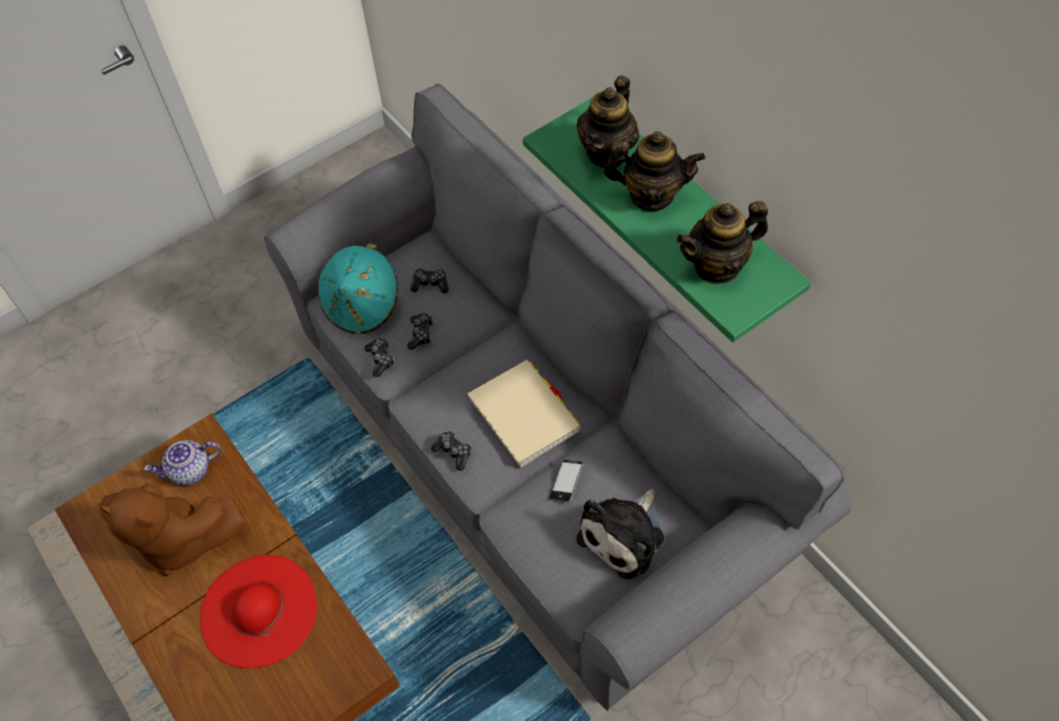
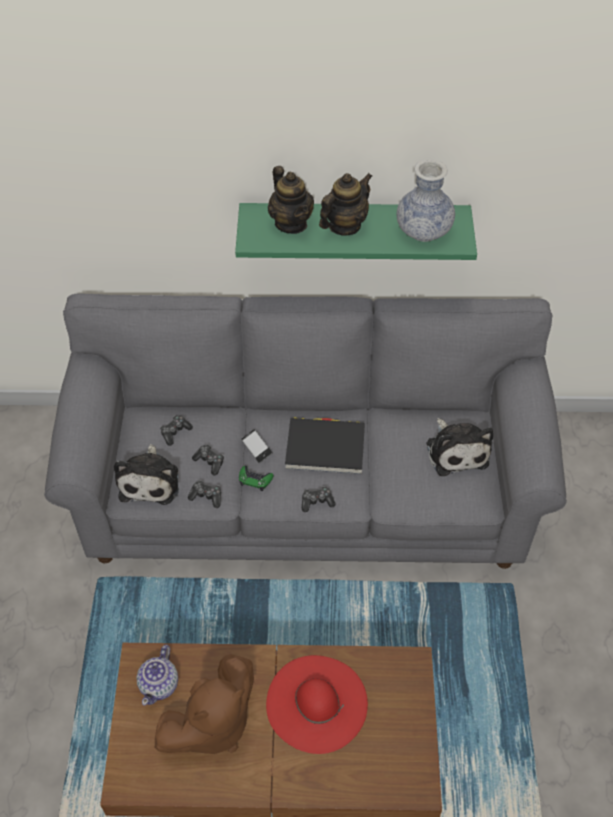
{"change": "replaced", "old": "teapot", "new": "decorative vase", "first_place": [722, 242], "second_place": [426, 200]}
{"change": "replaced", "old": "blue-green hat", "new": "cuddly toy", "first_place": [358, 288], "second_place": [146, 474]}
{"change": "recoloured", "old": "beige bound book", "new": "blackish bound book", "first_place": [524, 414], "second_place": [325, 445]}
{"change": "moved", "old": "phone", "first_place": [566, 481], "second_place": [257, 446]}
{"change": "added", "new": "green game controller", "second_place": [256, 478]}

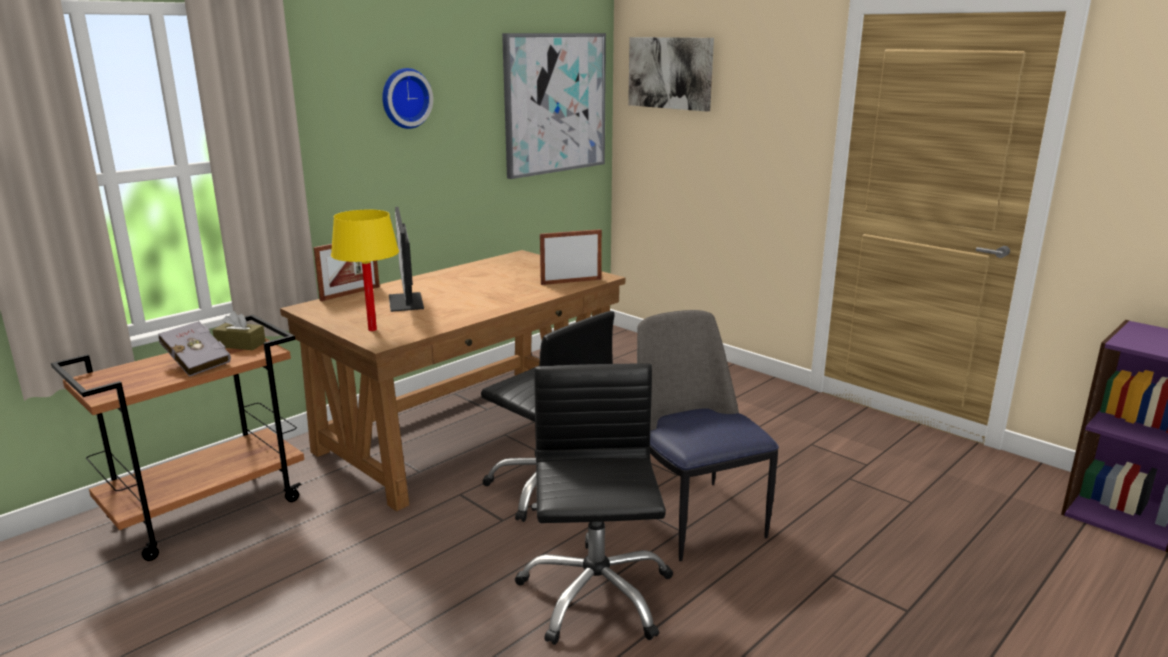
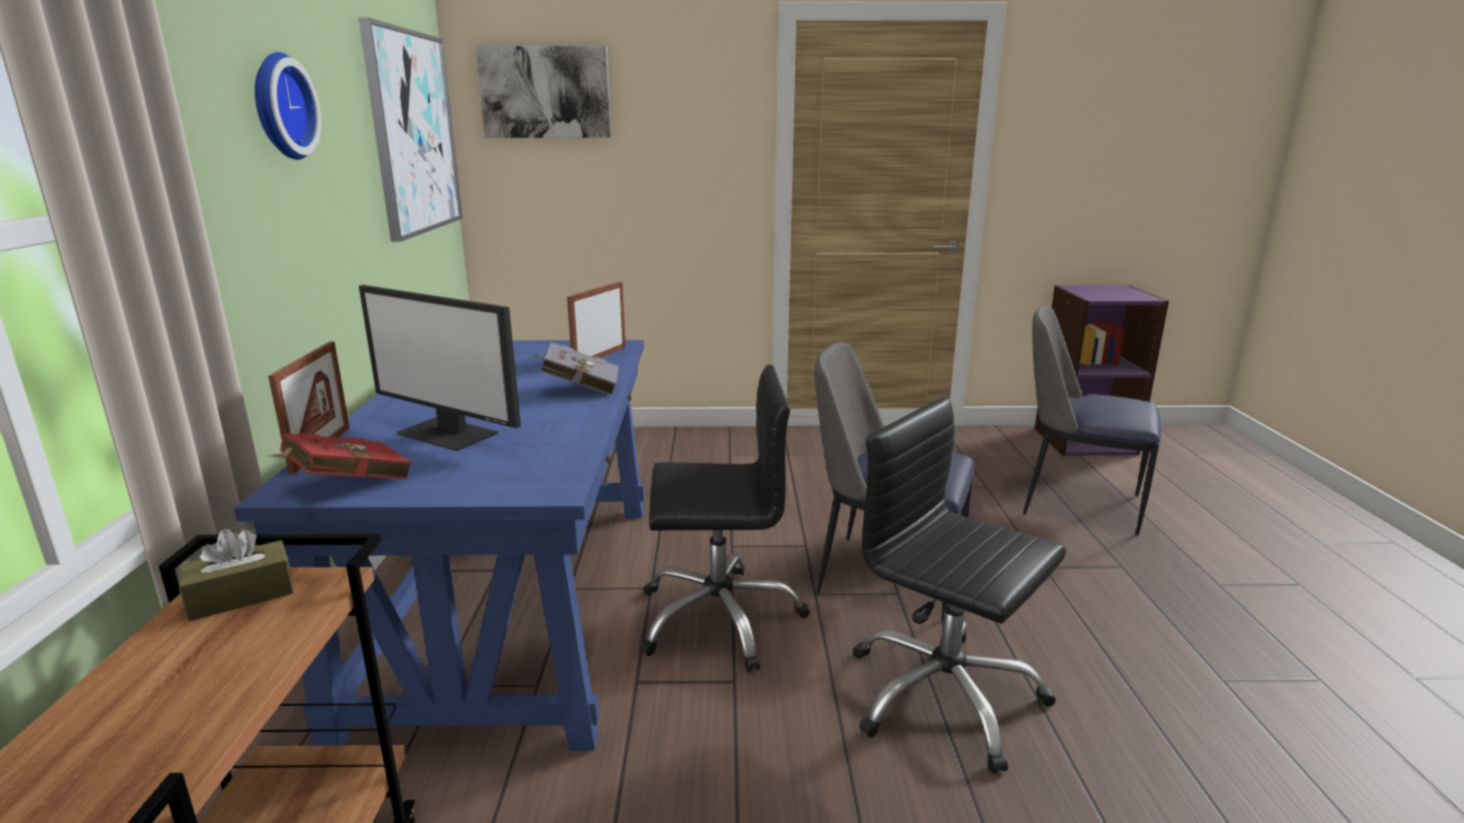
{"change": "removed", "old": "yellowish table lamp", "first_place": [365, 270]}
{"change": "recoloured", "old": "brownish desk unit", "new": "bluish desk unit", "first_place": [452, 380], "second_place": [439, 545]}
{"change": "moved", "old": "gray bound book", "first_place": [194, 349], "second_place": [575, 369]}
{"change": "added", "new": "upright chair", "second_place": [1092, 421]}
{"change": "added", "new": "red bound book", "second_place": [341, 456]}

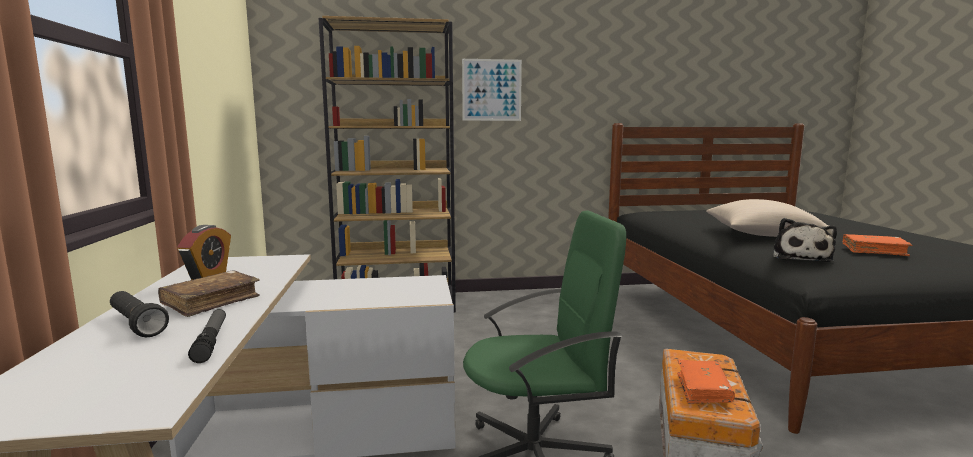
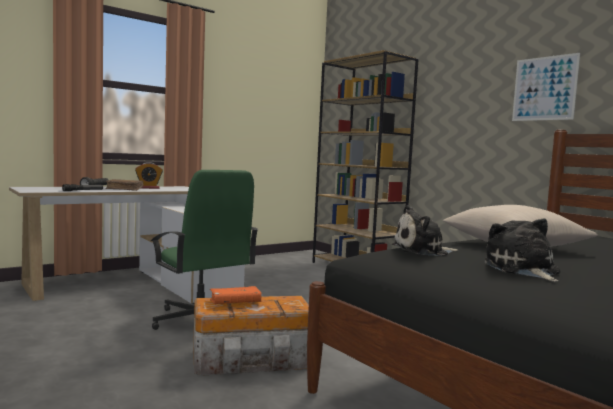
{"change": "moved", "old": "picture", "first_place": [492, 90], "second_place": [546, 87]}
{"change": "replaced", "old": "orangey bound book", "new": "cuddly toy", "first_place": [877, 245], "second_place": [522, 250]}

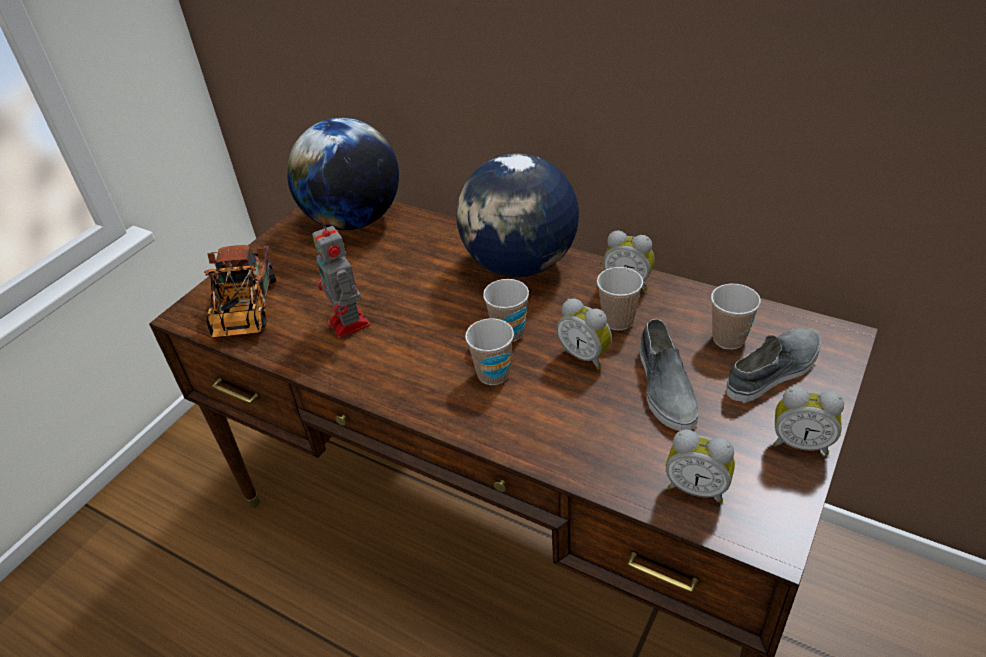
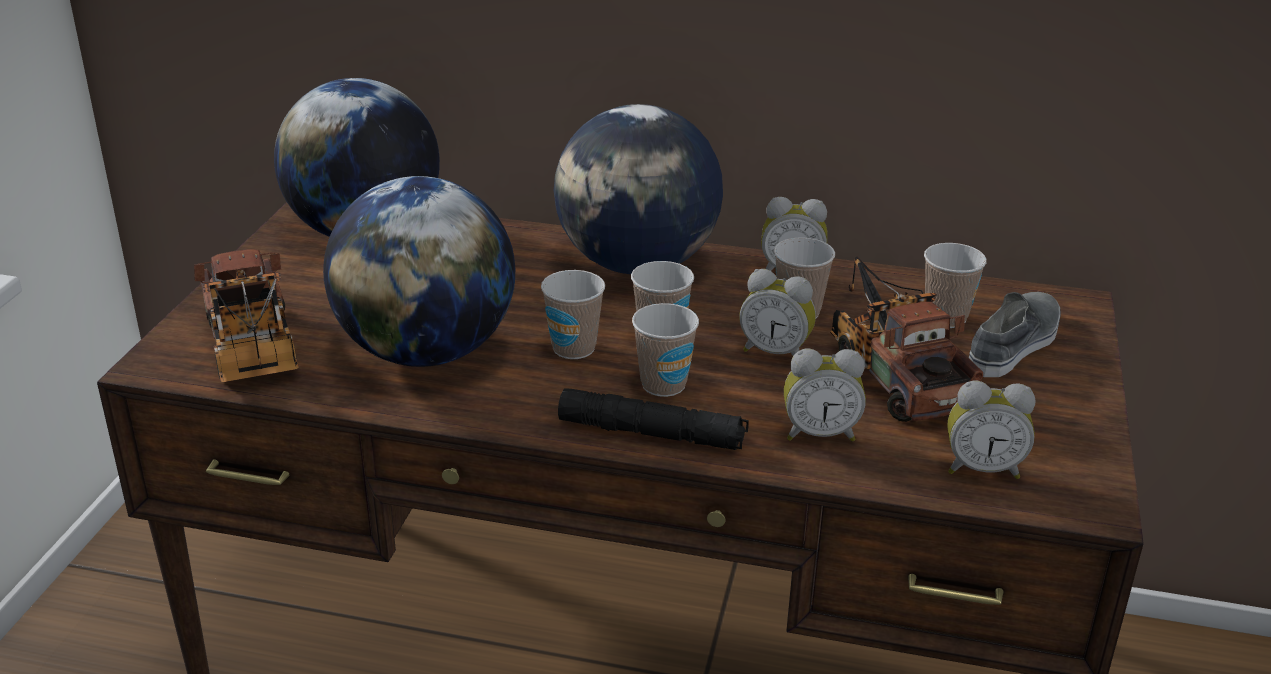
{"change": "replaced", "old": "toy robot", "new": "desk globe", "first_place": [341, 279], "second_place": [419, 271]}
{"change": "replaced", "old": "gray shoe", "new": "toy lorry", "first_place": [669, 375], "second_place": [906, 339]}
{"change": "moved", "old": "table clock", "first_place": [808, 420], "second_place": [825, 395]}
{"change": "added", "new": "small cup", "second_place": [573, 314]}
{"change": "added", "new": "blackish hand torch", "second_place": [653, 419]}

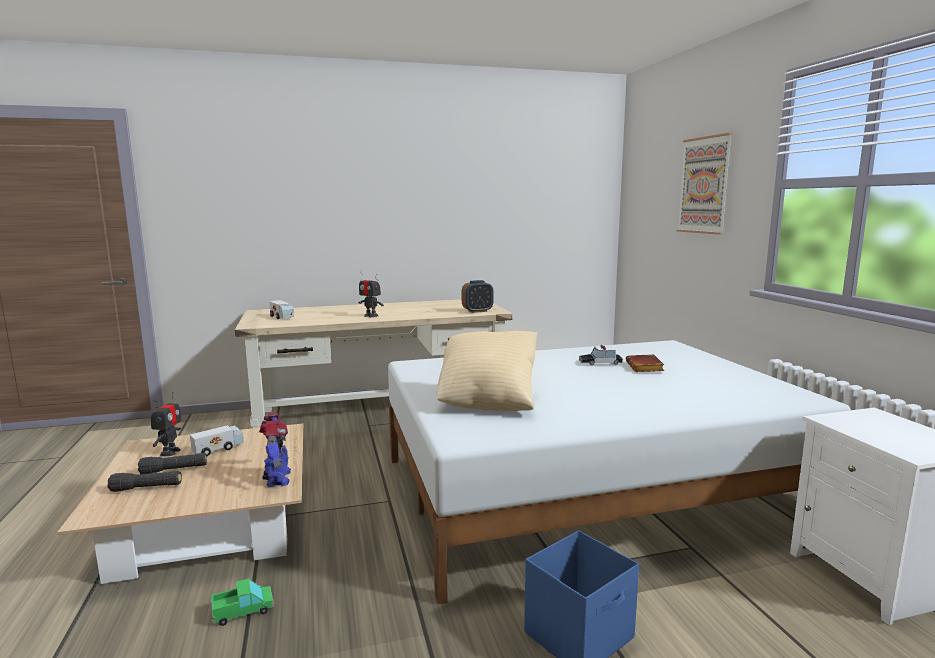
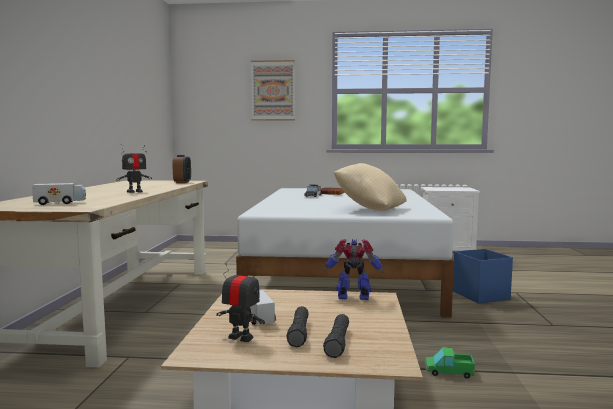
{"change": "turned", "old": "toy lorry", "first_place": [242, 602], "second_place": [450, 363], "degrees": -75}

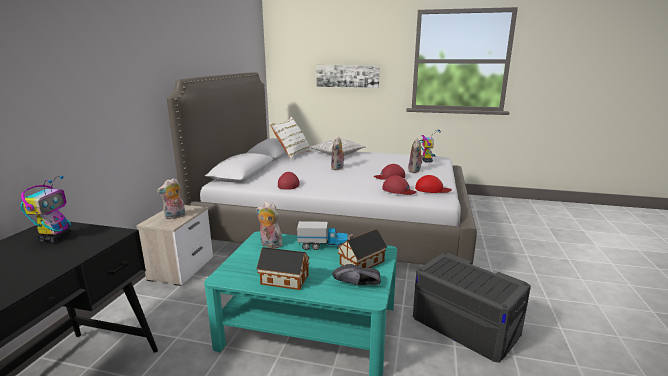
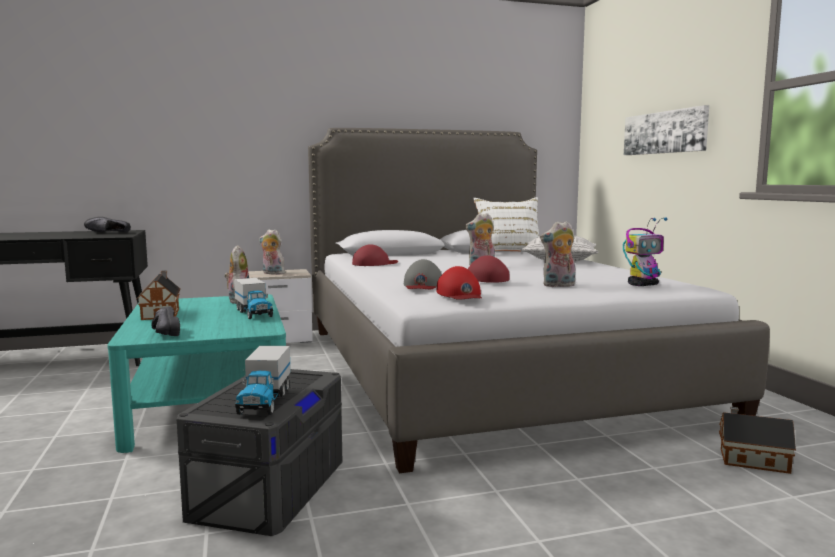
{"change": "recoloured", "old": "red baseball cap", "new": "gray baseball cap", "first_place": [399, 185], "second_place": [423, 274]}
{"change": "replaced", "old": "toy robot", "new": "blackish shoe", "first_place": [45, 209], "second_place": [107, 224]}
{"change": "moved", "old": "miniature house", "first_place": [362, 249], "second_place": [757, 440]}
{"change": "added", "new": "toy lorry", "second_place": [263, 380]}

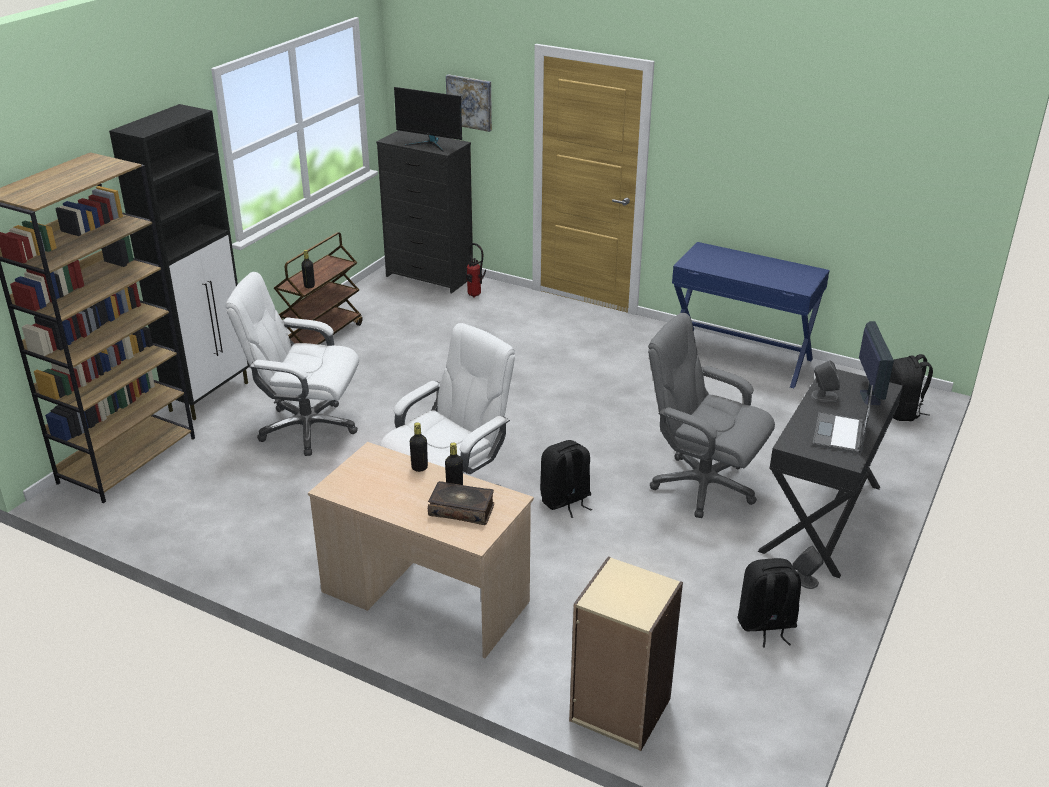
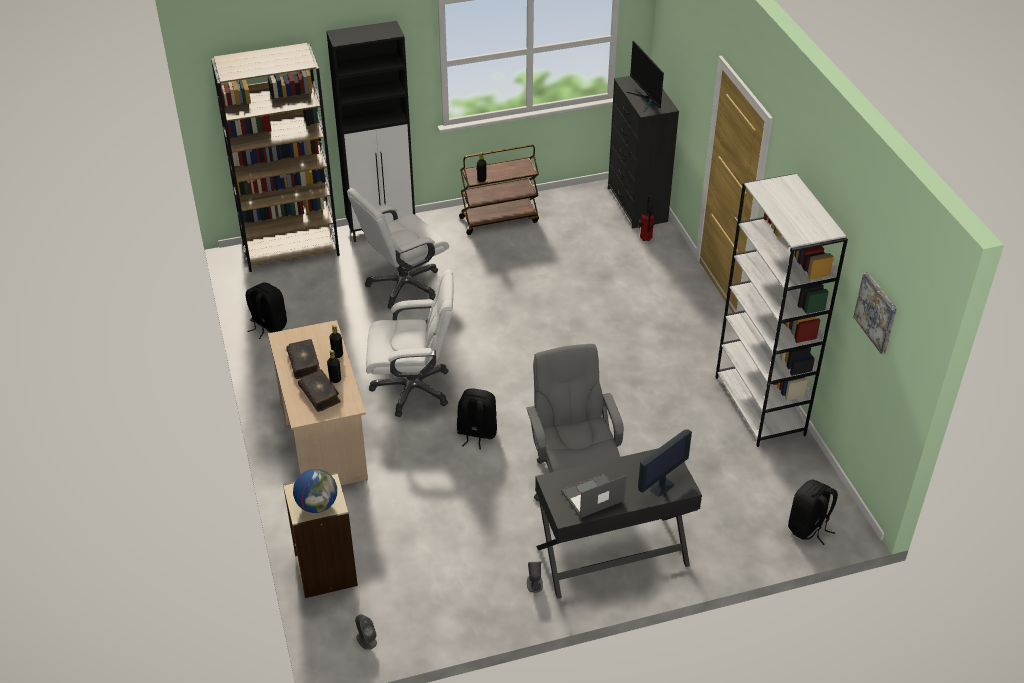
{"change": "moved", "old": "picture", "first_place": [469, 103], "second_place": [875, 313]}
{"change": "replaced", "old": "bluish desk unit", "new": "white-coloured bookshelf", "first_place": [751, 315], "second_place": [781, 310]}
{"change": "turned", "old": "white-coloured office chair", "first_place": [292, 364], "second_place": [398, 248], "degrees": -90}
{"change": "moved", "old": "gray loudspeaker", "first_place": [825, 381], "second_place": [366, 632]}
{"change": "moved", "old": "blackish rucksack", "first_place": [769, 603], "second_place": [266, 310]}
{"change": "added", "new": "bound book", "second_place": [303, 359]}
{"change": "added", "new": "desk globe", "second_place": [315, 491]}

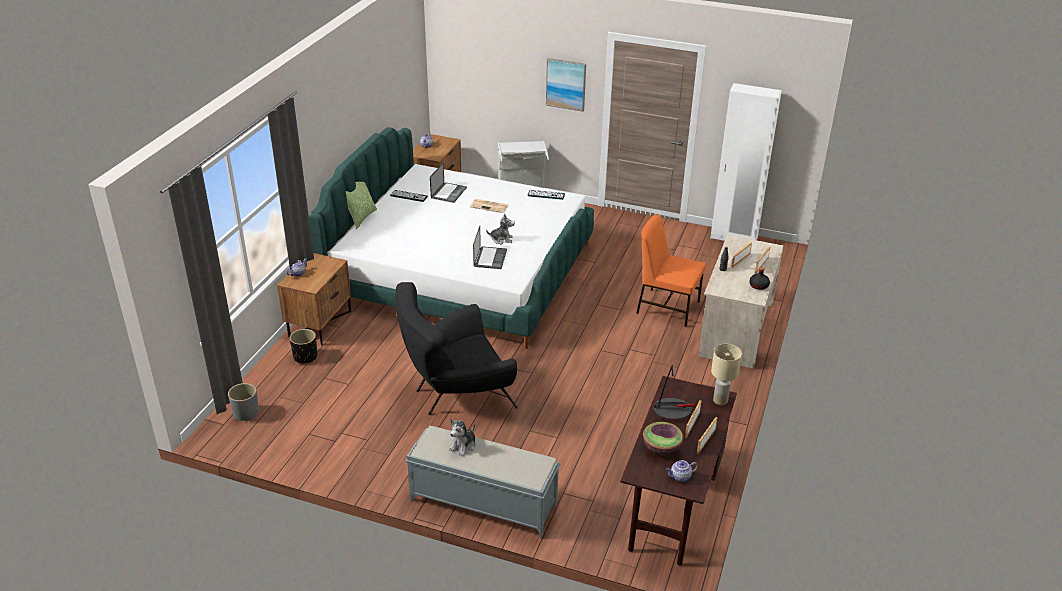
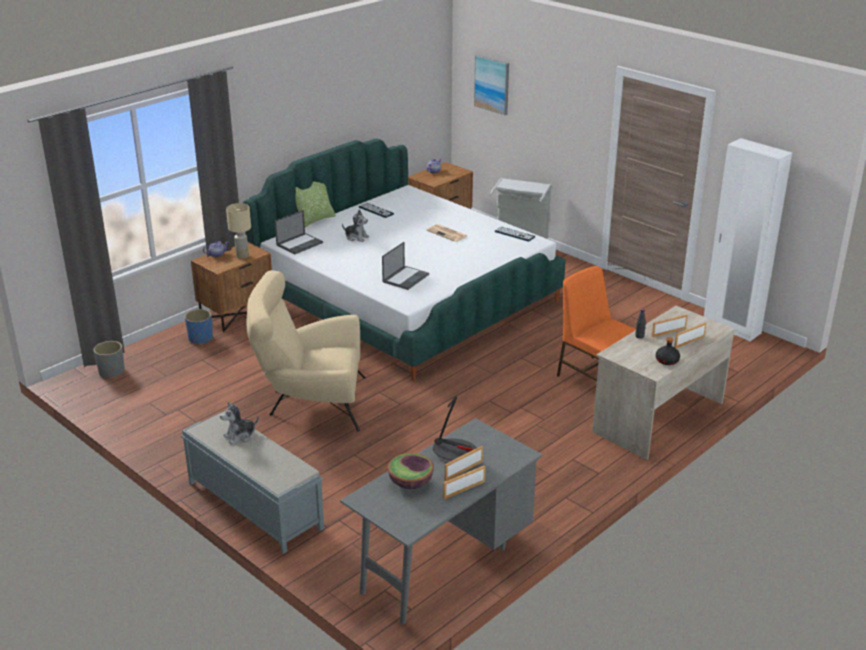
{"change": "moved", "old": "picture", "first_place": [566, 85], "second_place": [491, 84]}
{"change": "moved", "old": "notebook computer", "first_place": [448, 183], "second_place": [299, 232]}
{"change": "moved", "old": "cuddly toy", "first_place": [500, 228], "second_place": [355, 225]}
{"change": "recoloured", "old": "blackish armchair", "new": "beige armchair", "first_place": [456, 348], "second_place": [305, 350]}
{"change": "recoloured", "old": "blackish planter", "new": "bluish planter", "first_place": [303, 346], "second_place": [199, 327]}
{"change": "moved", "old": "beige table lamp", "first_place": [726, 374], "second_place": [238, 231]}
{"change": "recoloured", "old": "brownish desk unit", "new": "gray desk unit", "first_place": [678, 471], "second_place": [441, 521]}
{"change": "removed", "old": "teapot", "first_place": [682, 471]}

